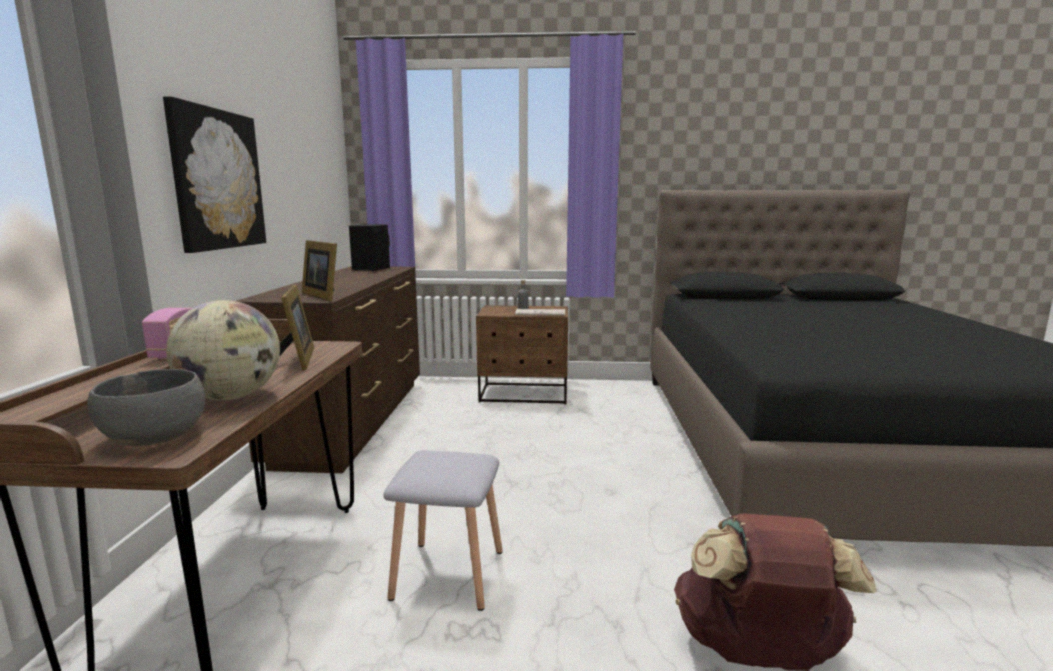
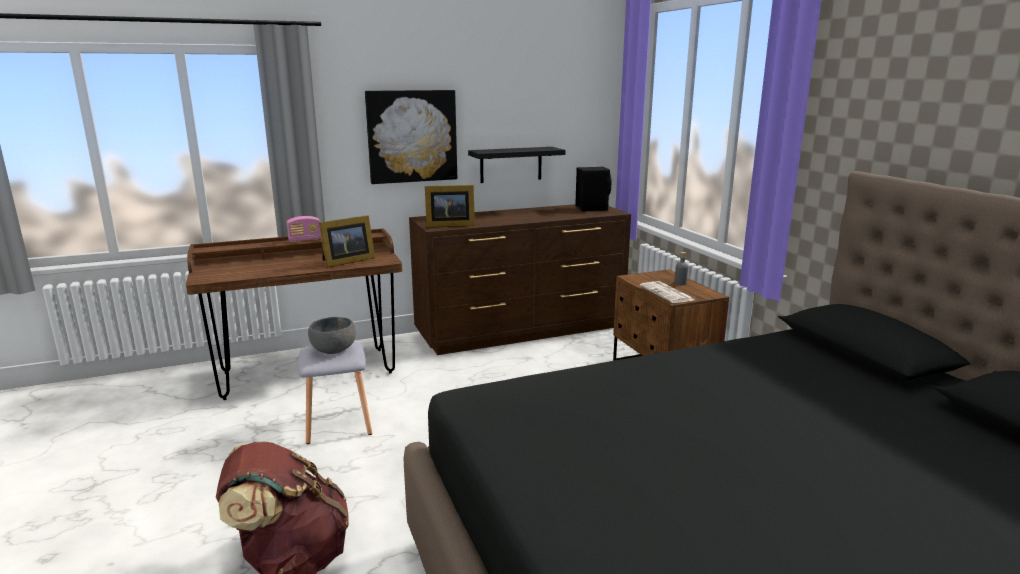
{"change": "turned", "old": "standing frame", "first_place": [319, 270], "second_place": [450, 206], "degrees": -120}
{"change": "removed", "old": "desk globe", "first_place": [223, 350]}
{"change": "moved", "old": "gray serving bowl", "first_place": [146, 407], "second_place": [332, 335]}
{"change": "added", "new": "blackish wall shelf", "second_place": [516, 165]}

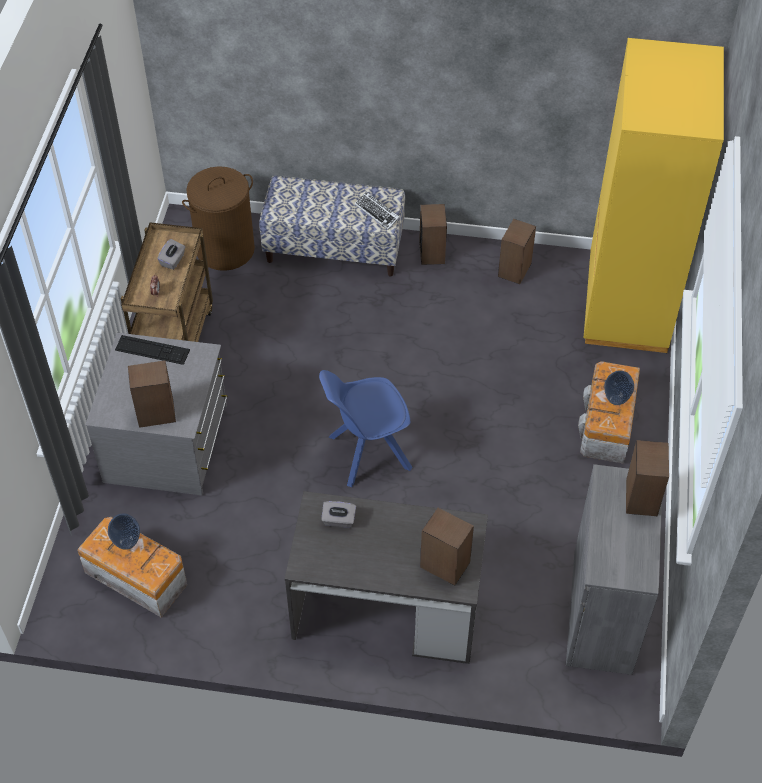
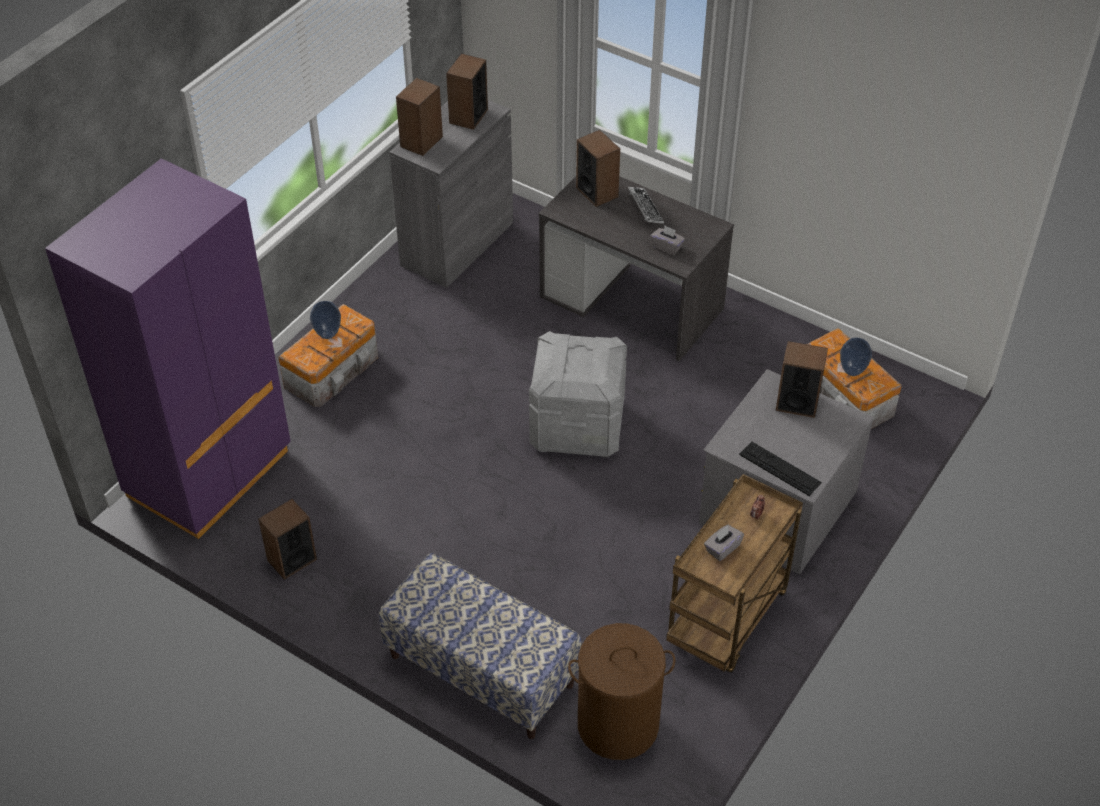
{"change": "recoloured", "old": "yellowish wardrobe", "new": "purple-coloured wardrobe", "first_place": [654, 195], "second_place": [168, 348]}
{"change": "moved", "old": "keyboard", "first_place": [377, 211], "second_place": [646, 205]}
{"change": "moved", "old": "loudspeaker", "first_place": [433, 234], "second_place": [467, 91]}
{"change": "replaced", "old": "bluish upright chair", "new": "gray storage container", "first_place": [366, 428], "second_place": [578, 394]}

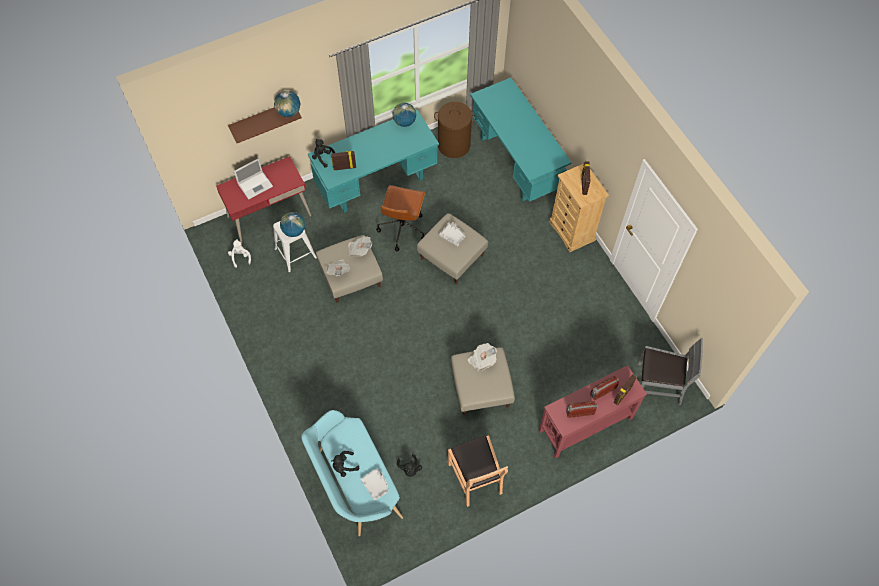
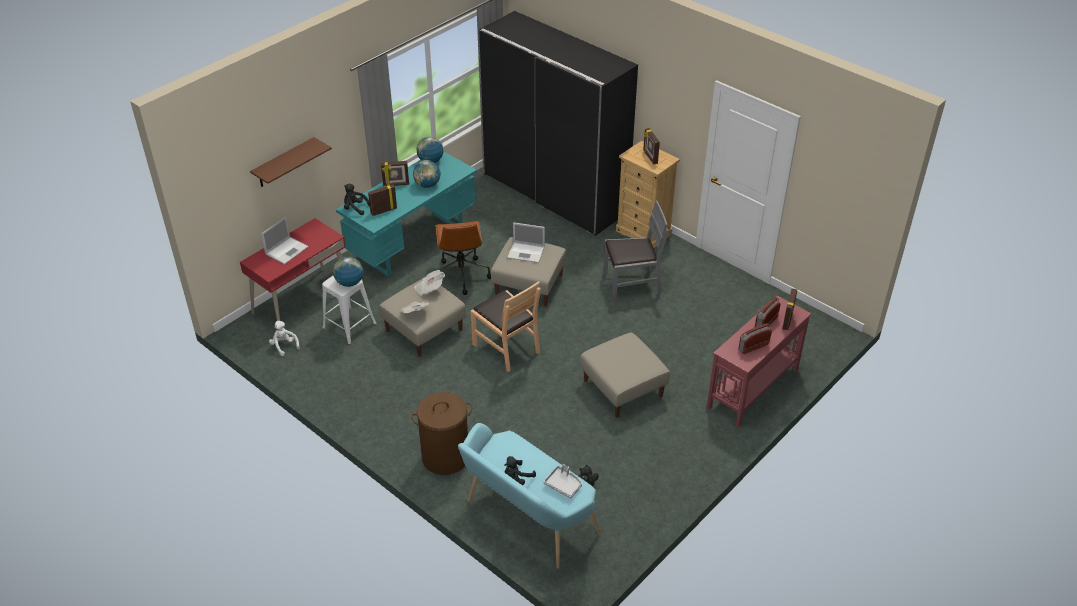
{"change": "replaced", "old": "blue-green desk unit", "new": "blackish wardrobe", "first_place": [521, 140], "second_place": [558, 123]}
{"change": "moved", "old": "desk globe", "first_place": [287, 104], "second_place": [427, 174]}
{"change": "moved", "old": "brownish washing basket", "first_place": [455, 130], "second_place": [441, 433]}
{"change": "replaced", "old": "gray tray", "new": "notebook computer", "first_place": [452, 234], "second_place": [526, 242]}
{"change": "moved", "old": "gray upright chair", "first_place": [670, 371], "second_place": [636, 251]}
{"change": "removed", "old": "printed paper", "first_place": [482, 357]}
{"change": "moved", "old": "brownish upright chair", "first_place": [478, 471], "second_place": [506, 326]}
{"change": "added", "new": "standing frame", "second_place": [395, 173]}

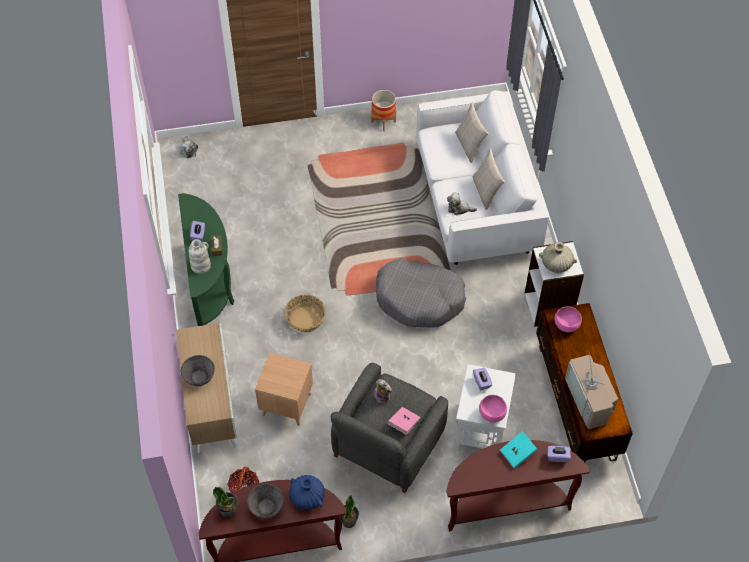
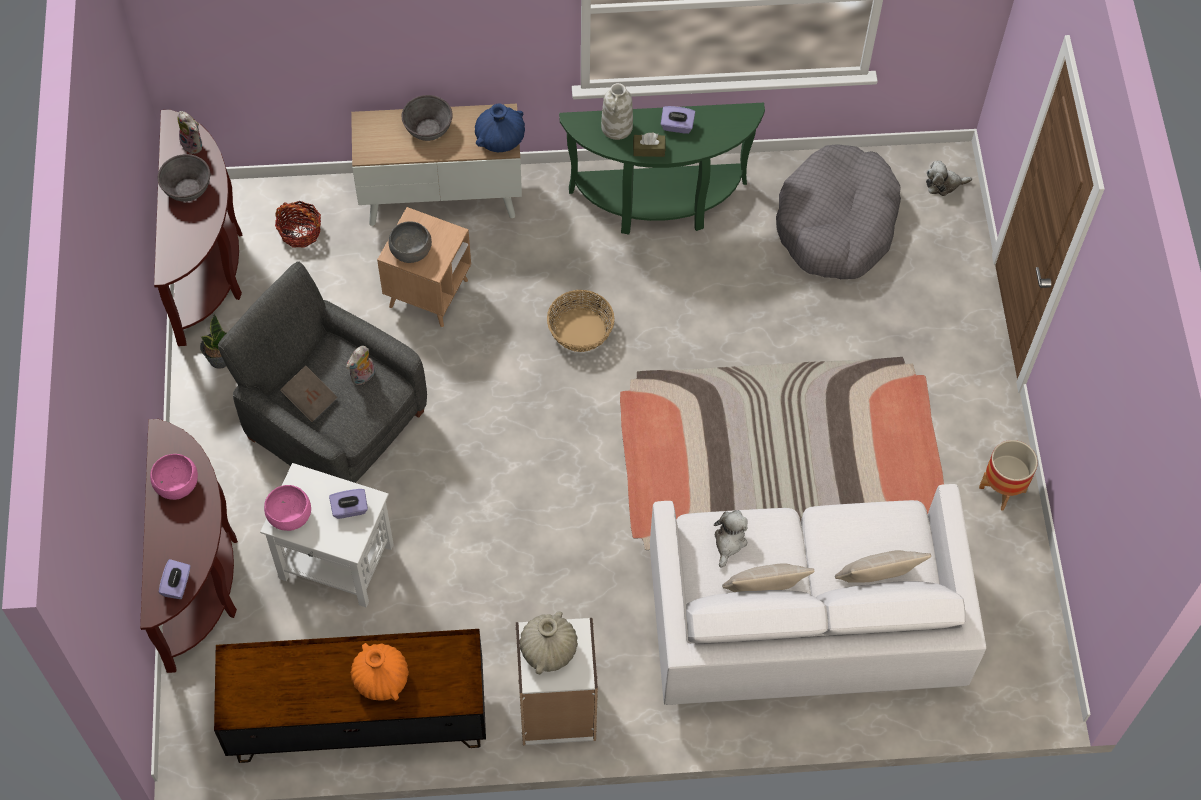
{"change": "moved", "old": "gray dog bed", "first_place": [421, 293], "second_place": [838, 211]}
{"change": "moved", "old": "pinkish serving bowl", "first_place": [568, 319], "second_place": [174, 477]}
{"change": "removed", "old": "TV set", "first_place": [591, 390]}
{"change": "recoloured", "old": "pinkish bound book", "new": "brownish bound book", "first_place": [404, 420], "second_place": [308, 393]}
{"change": "removed", "old": "blue-green bound book", "first_place": [519, 449]}
{"change": "moved", "old": "bluish decorative vase", "first_place": [307, 492], "second_place": [500, 127]}
{"change": "replaced", "old": "houseplant", "new": "cuddly toy", "first_place": [225, 502], "second_place": [190, 132]}
{"change": "added", "new": "gray serving bowl", "second_place": [410, 242]}
{"change": "added", "new": "orangey decorative vase", "second_place": [380, 672]}

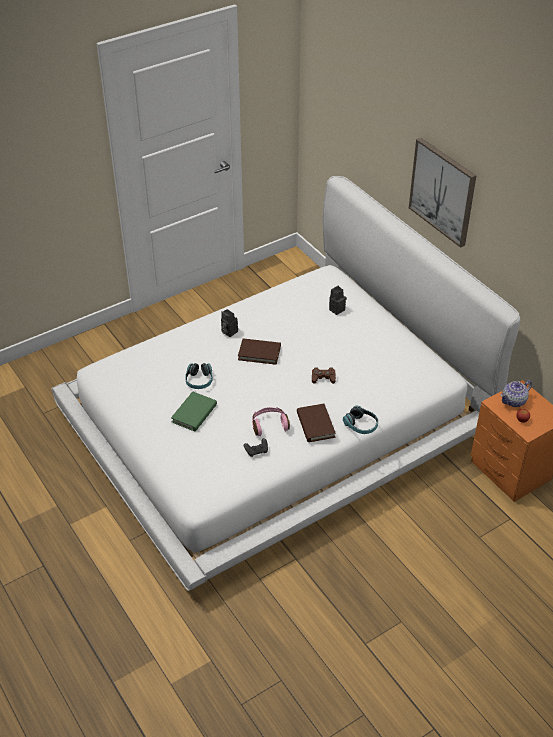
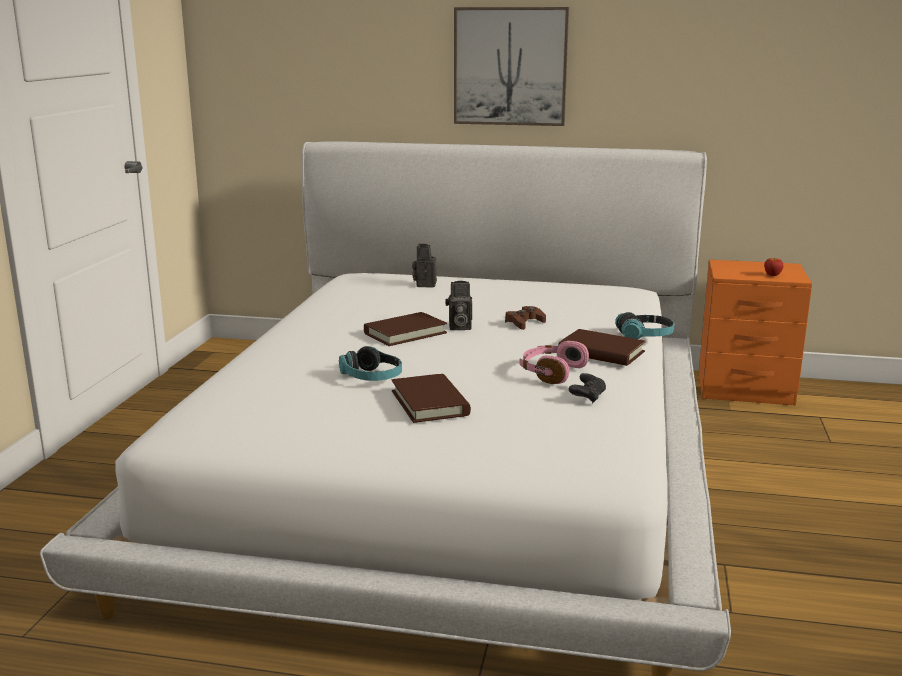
{"change": "moved", "old": "photo camera", "first_place": [229, 323], "second_place": [458, 305]}
{"change": "removed", "old": "teapot", "first_place": [516, 393]}
{"change": "recoloured", "old": "green bound book", "new": "brownish bound book", "first_place": [194, 411], "second_place": [431, 398]}

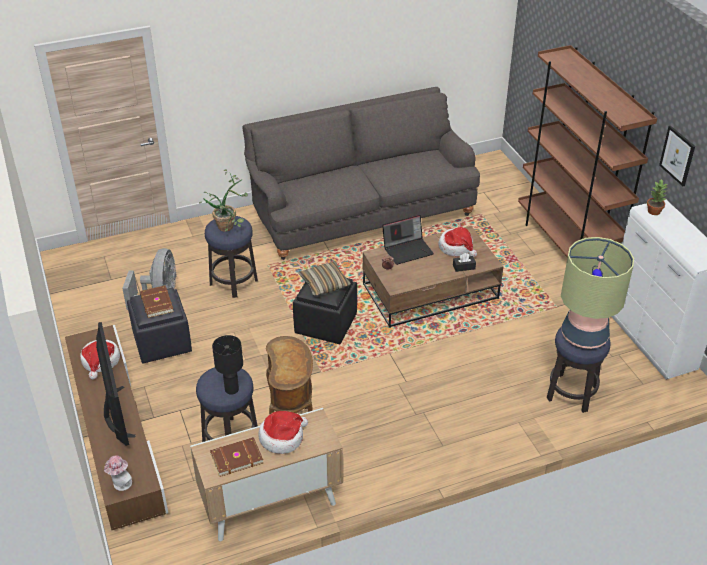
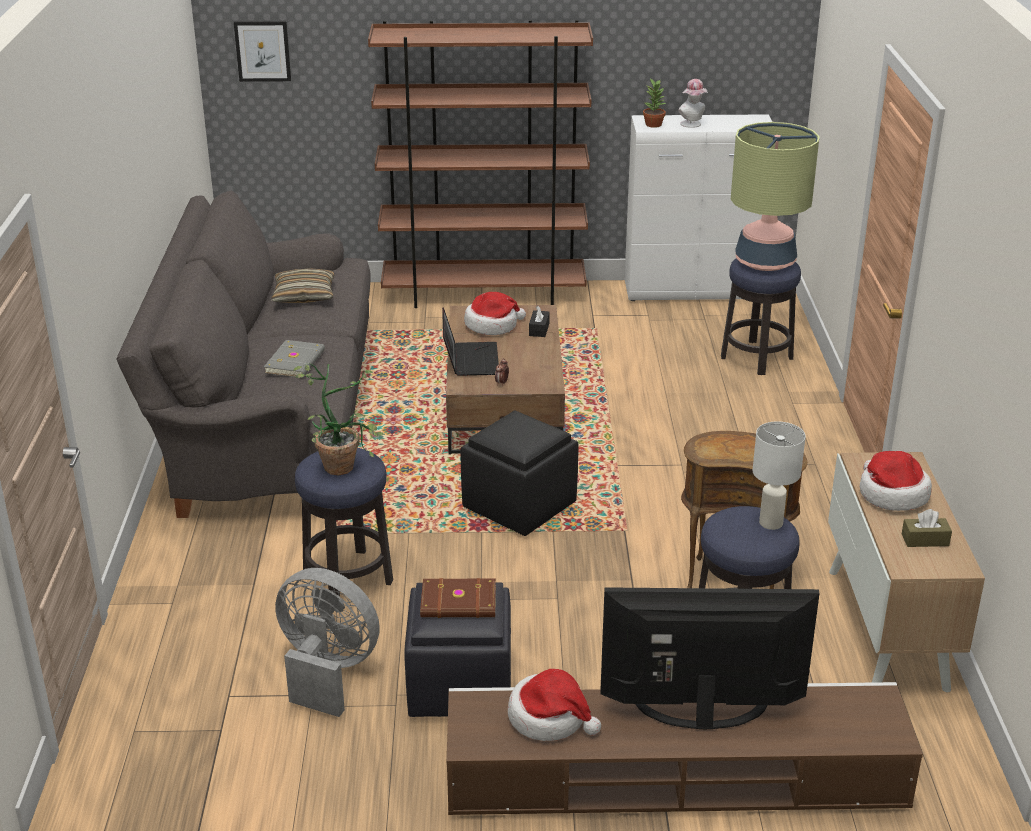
{"change": "moved", "old": "picture", "first_place": [677, 156], "second_place": [262, 51]}
{"change": "moved", "old": "cushion", "first_place": [324, 278], "second_place": [302, 285]}
{"change": "recoloured", "old": "blackish table lamp", "new": "white-coloured table lamp", "first_place": [227, 365], "second_place": [779, 475]}
{"change": "replaced", "old": "brownish bound book", "new": "brownish tissue box", "first_place": [236, 457], "second_place": [927, 528]}
{"change": "moved", "old": "hat", "first_place": [118, 473], "second_place": [693, 103]}
{"change": "added", "new": "gray bound book", "second_place": [294, 359]}

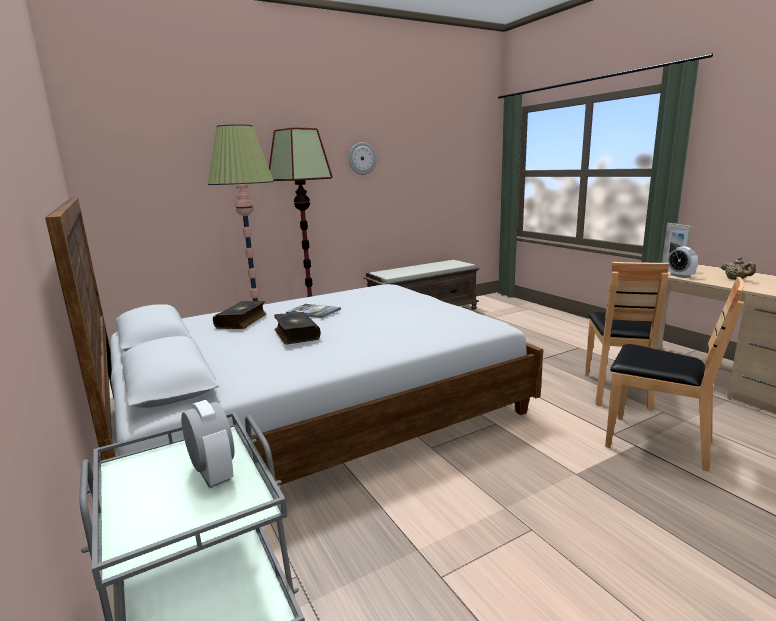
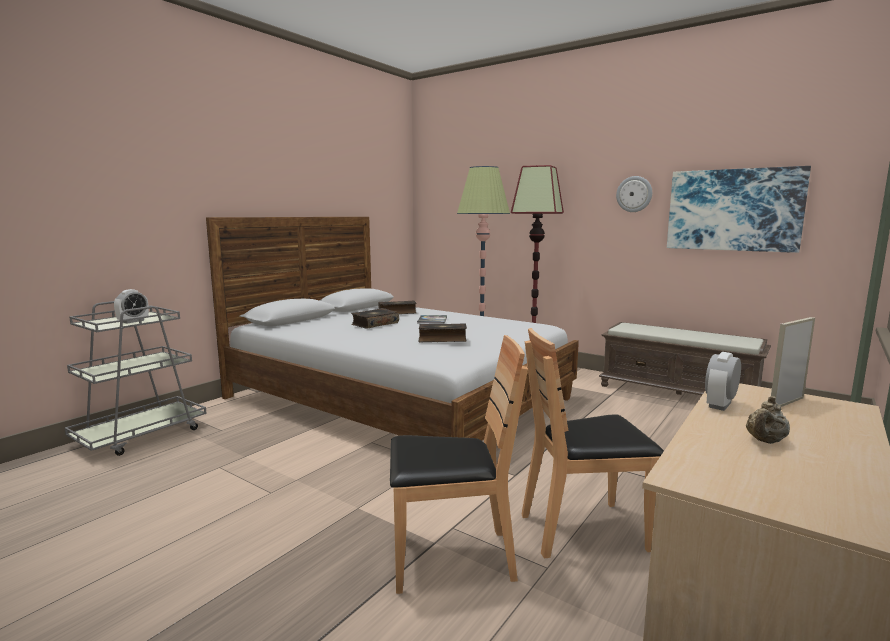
{"change": "turned", "old": "brownish upright chair", "first_place": [674, 374], "second_place": [459, 464], "degrees": -105}
{"change": "added", "new": "picture", "second_place": [739, 209]}
{"change": "added", "new": "bound book", "second_place": [442, 332]}

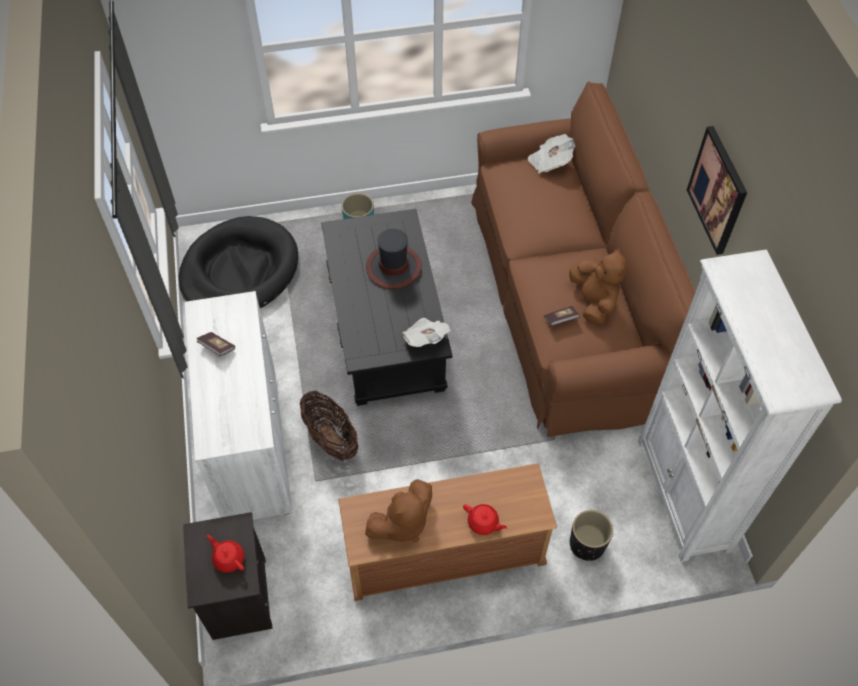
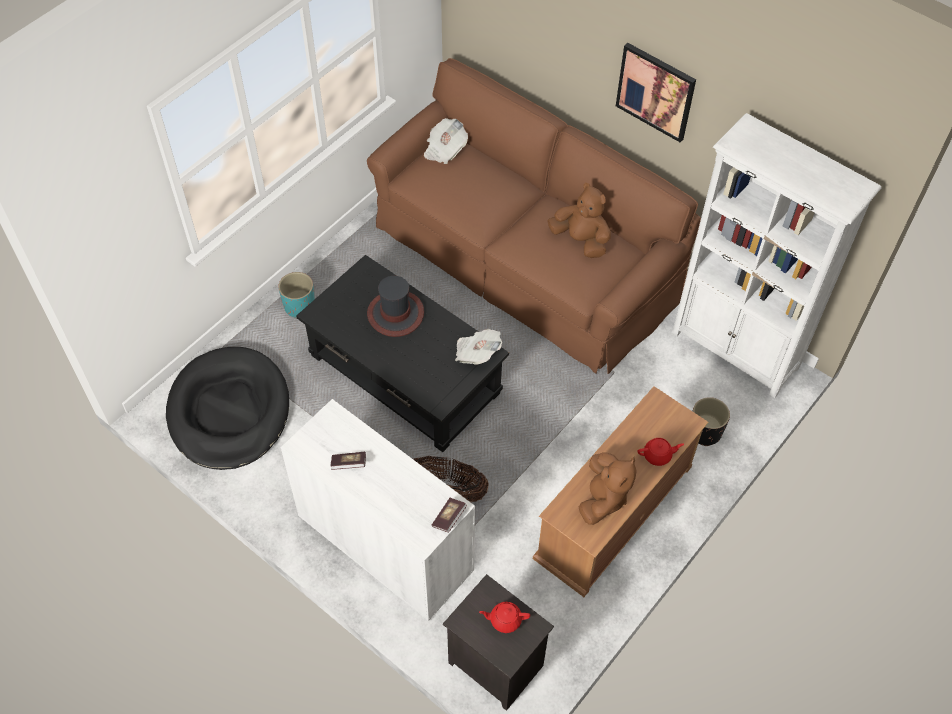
{"change": "moved", "old": "bound book", "first_place": [562, 316], "second_place": [449, 515]}

